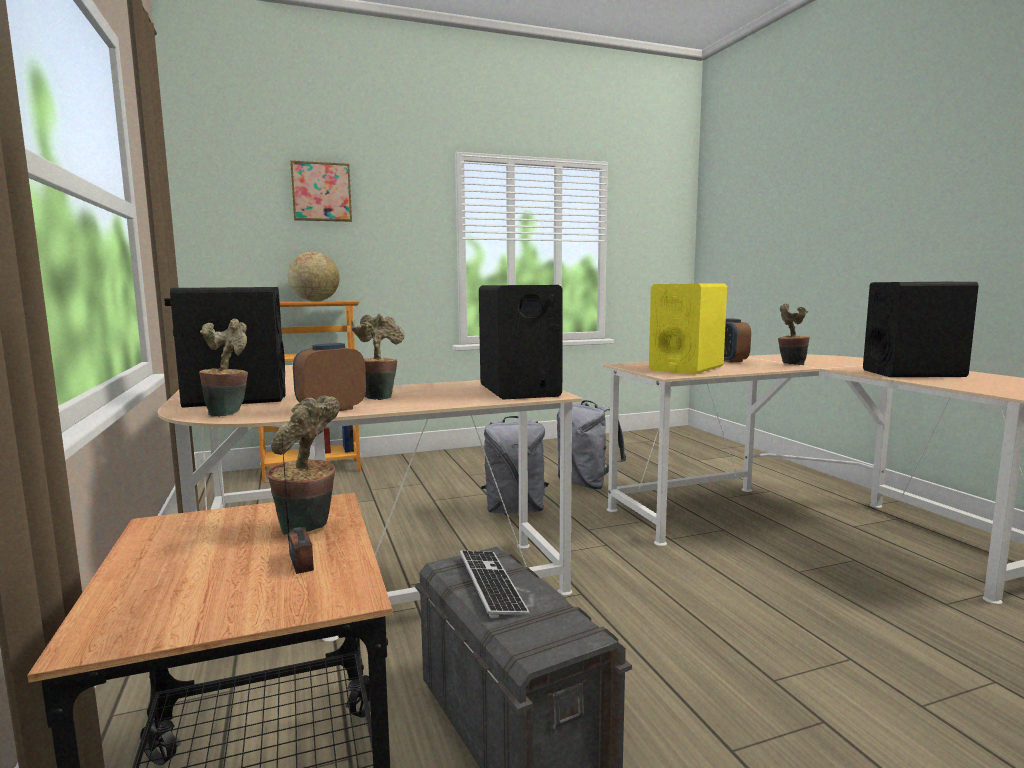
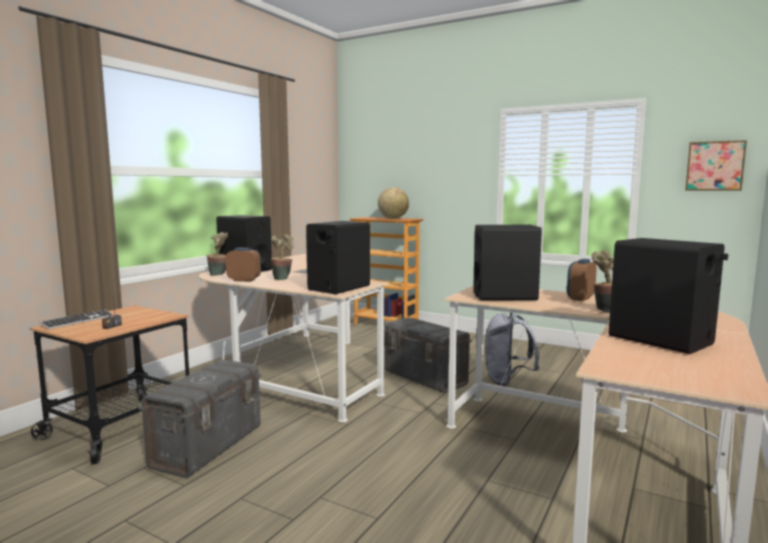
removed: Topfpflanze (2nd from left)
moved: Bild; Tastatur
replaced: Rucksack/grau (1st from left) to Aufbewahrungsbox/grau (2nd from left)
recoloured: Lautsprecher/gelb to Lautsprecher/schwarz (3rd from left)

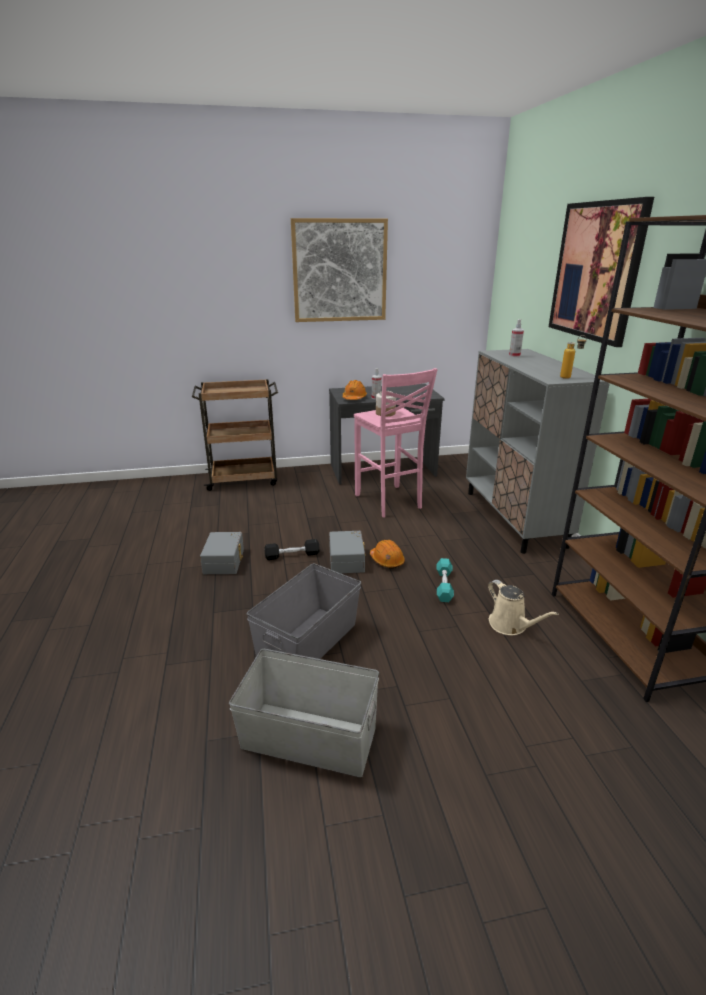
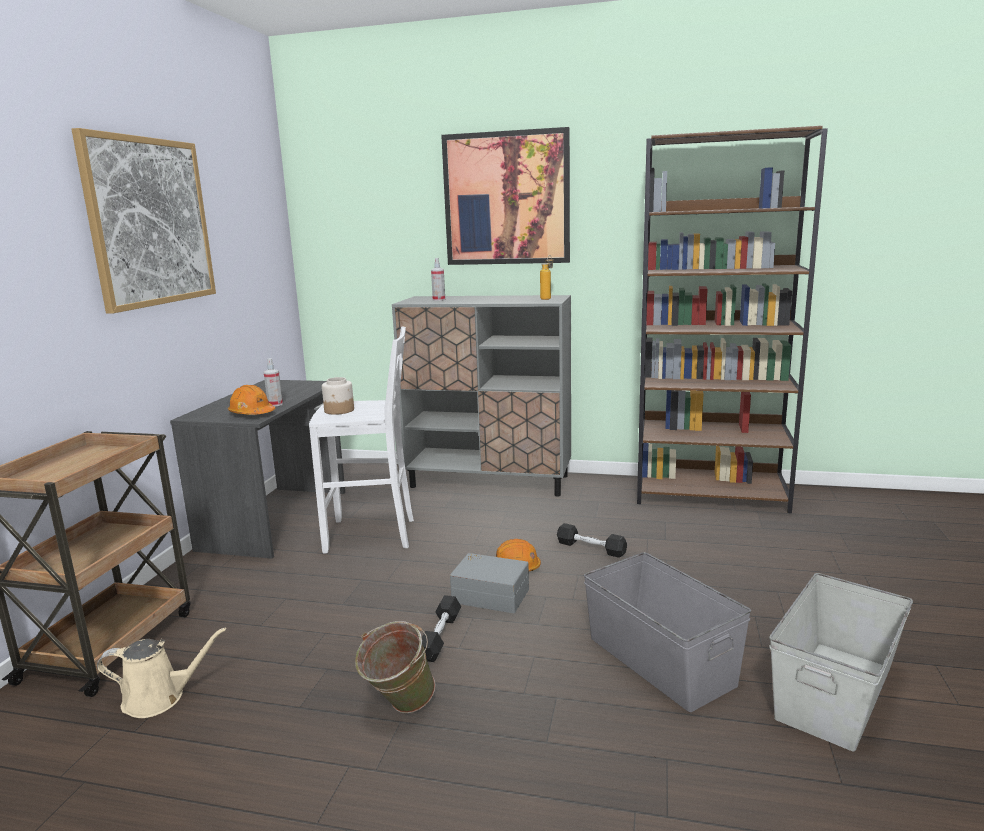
moved: Gießkanne/beige
replaced: Aufbewahrungsbox/grau (1st from left) to Eimer/grün
recoloured: Hocker/rosa to Hocker/weiß; Hantel/türkis to Hantel/schwarz (2nd from left)

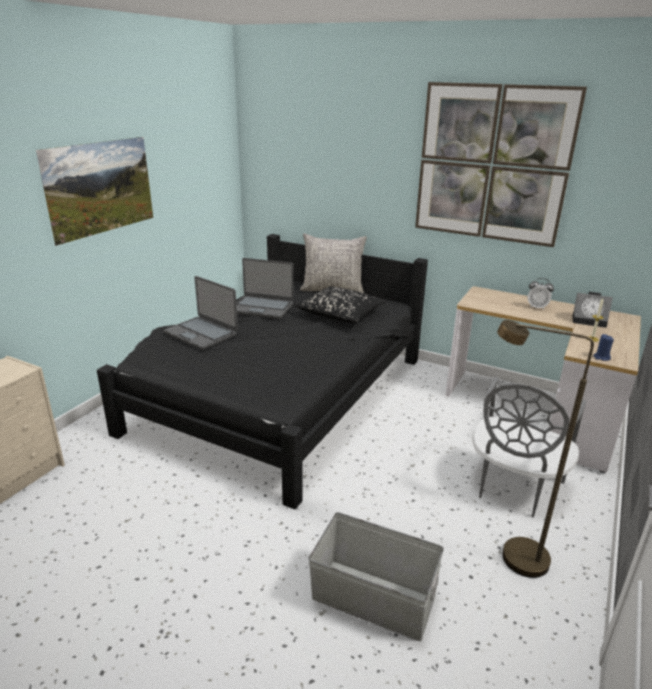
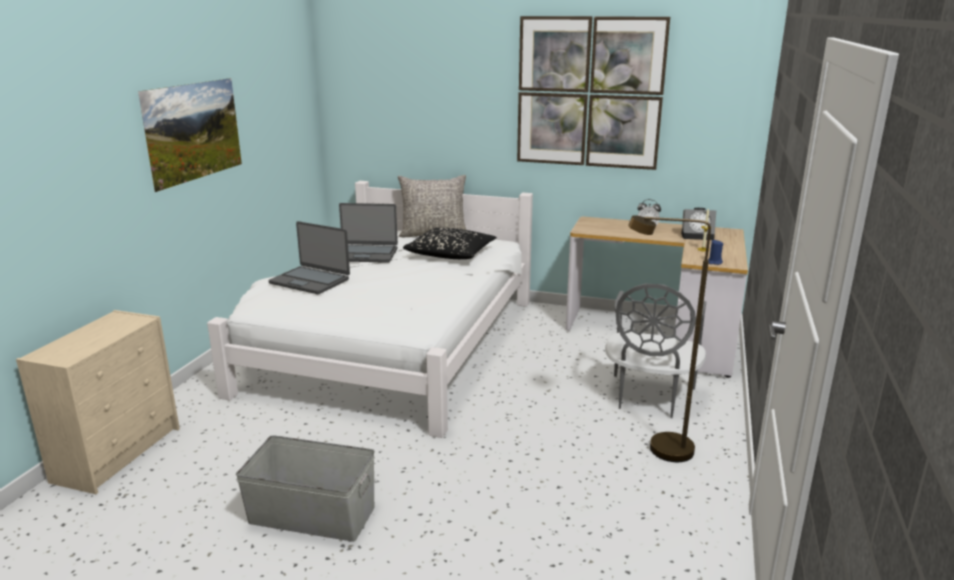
moved: Aufbewahrungsbox/grau
recoloured: Bett/schwarz to Bett/weiß

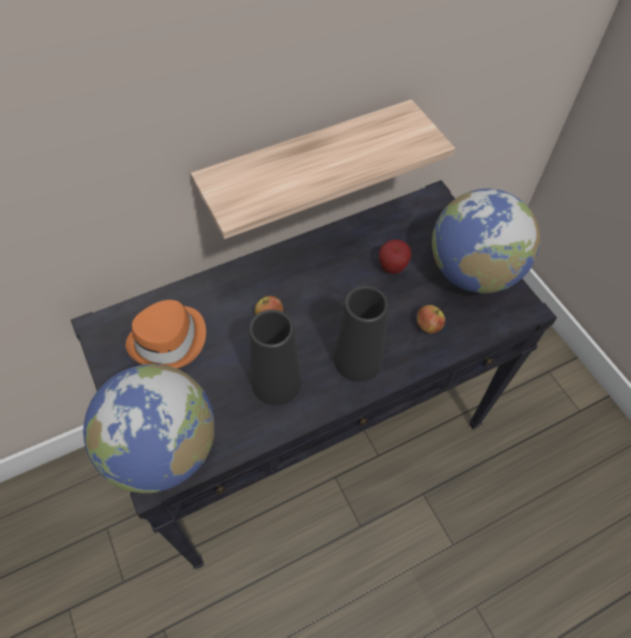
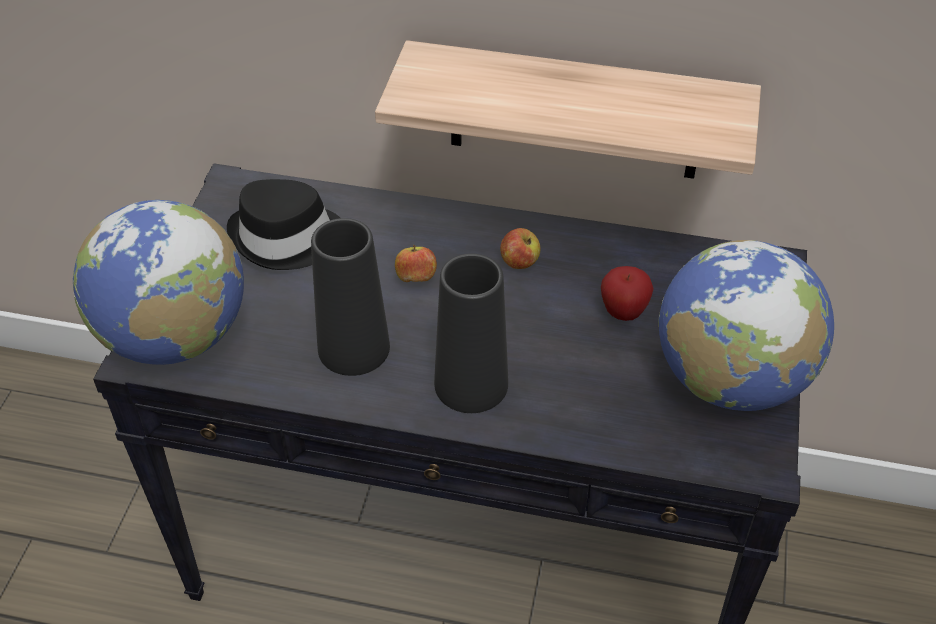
moved: Apfel (3rd from left in the first image) to Apfel (2nd from left)
recoloured: Hut/orange to Hut/schwarz

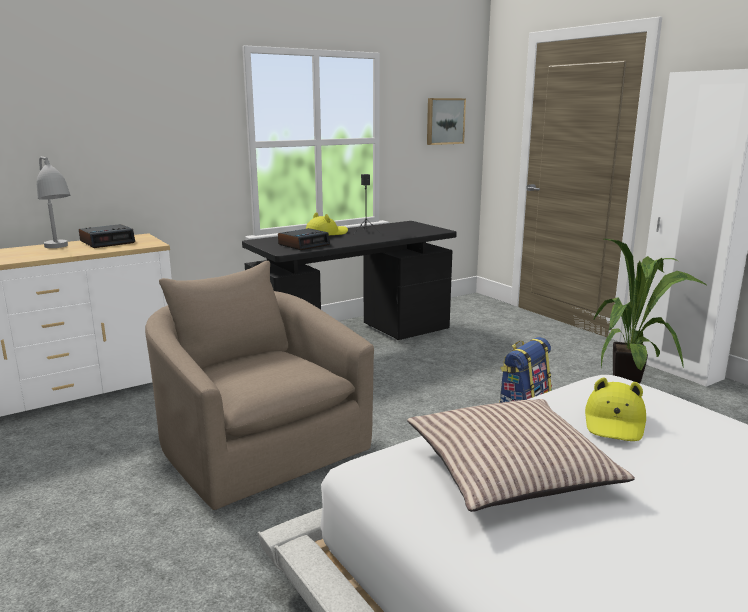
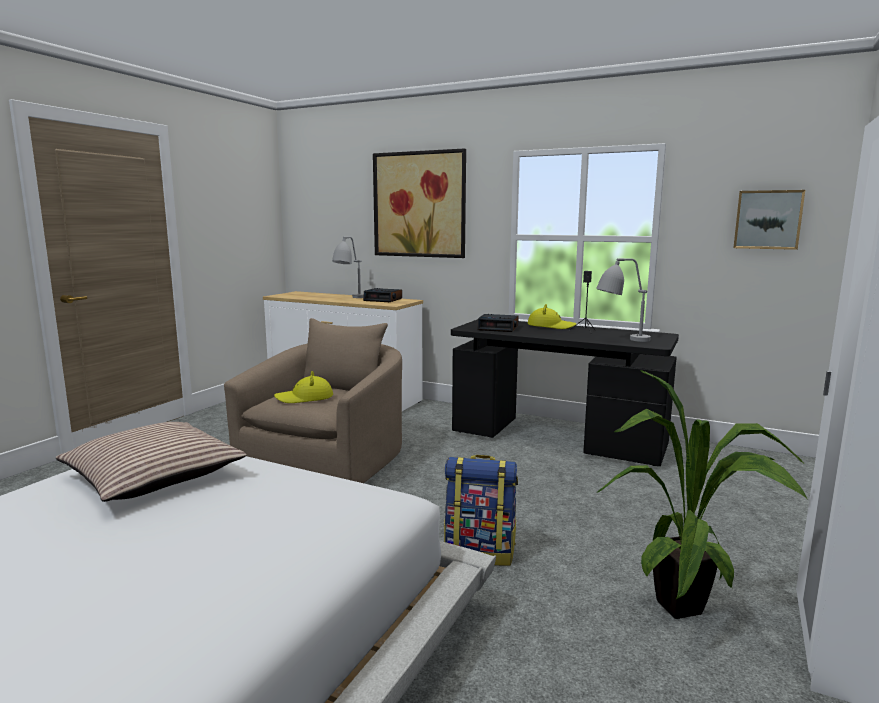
added: Bild (1st from left); Tischlampe/grau (2nd from left)
moved: Hut/gelb (2nd from left in the first image) to Hut/gelb (1st from left)

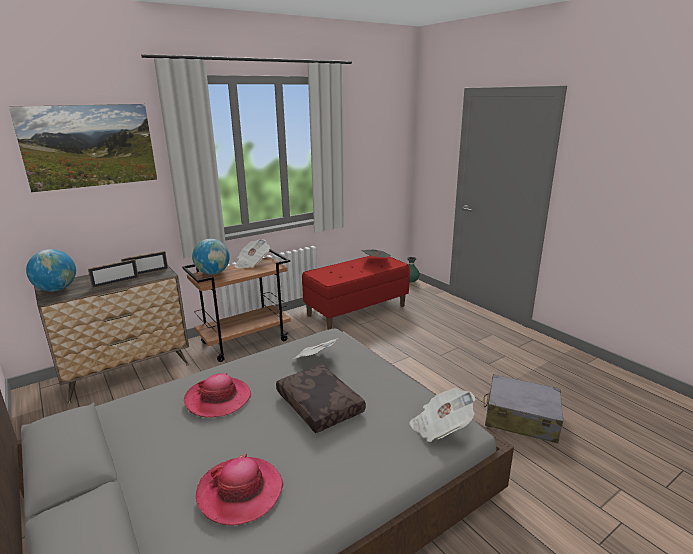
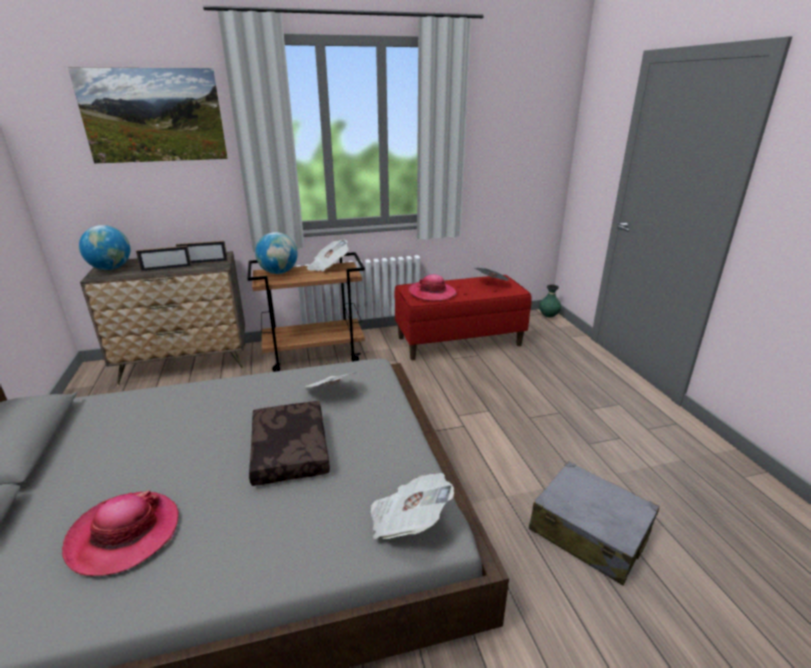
moved: Hut (1st from left in the first image) to Hut (2nd from left)

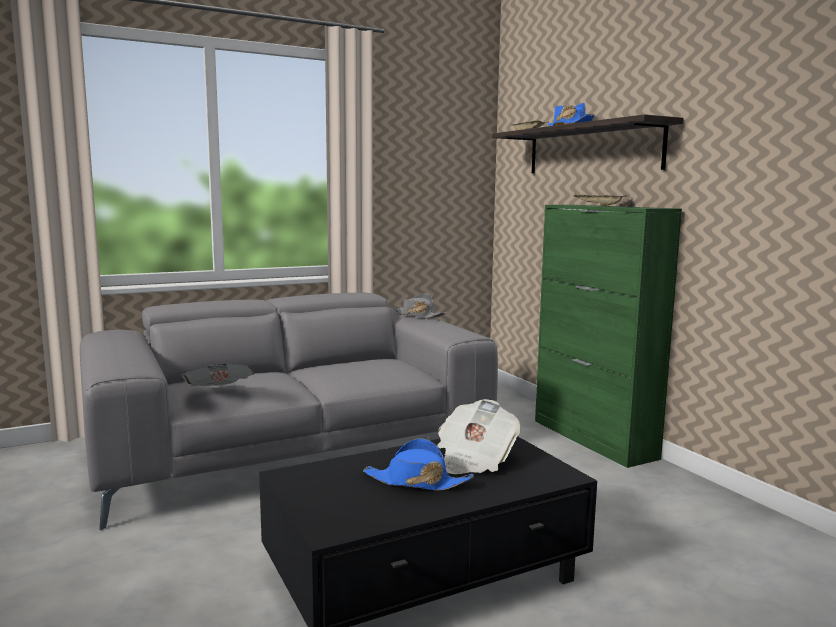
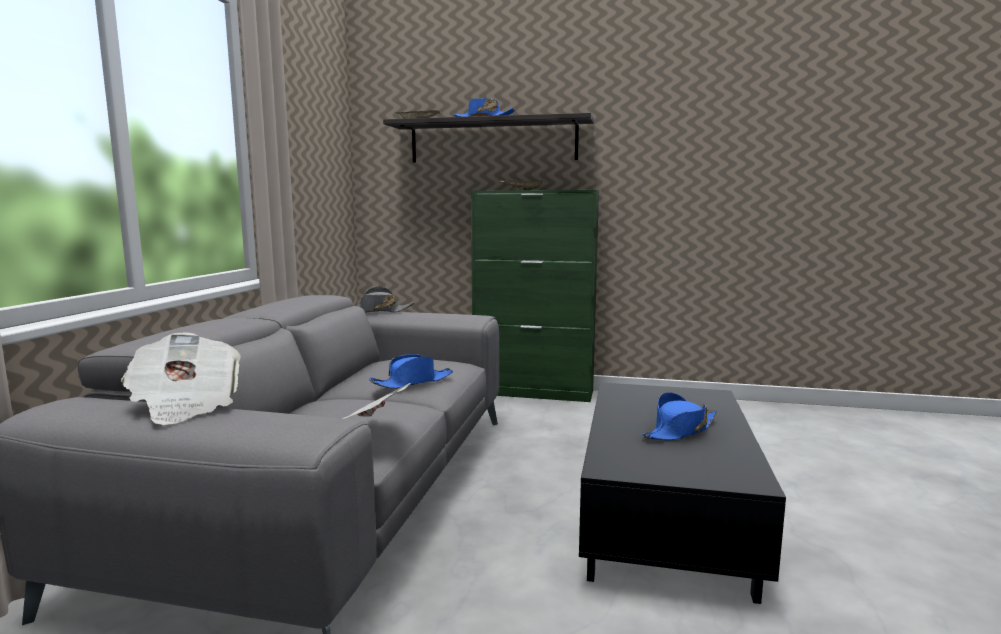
added: Hut/blau (1st from left)
moved: Zeitung (2nd from left in the first image) to Zeitung (1st from left)

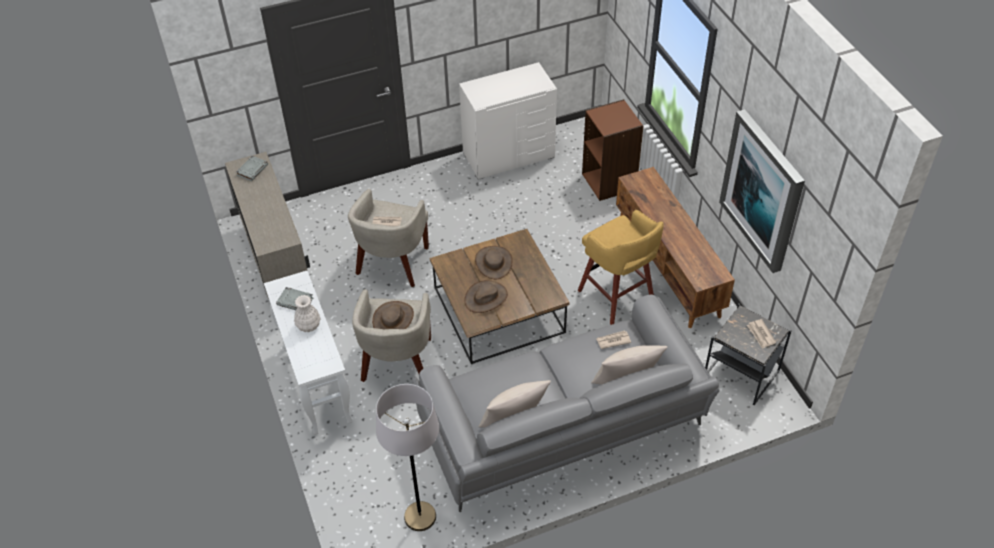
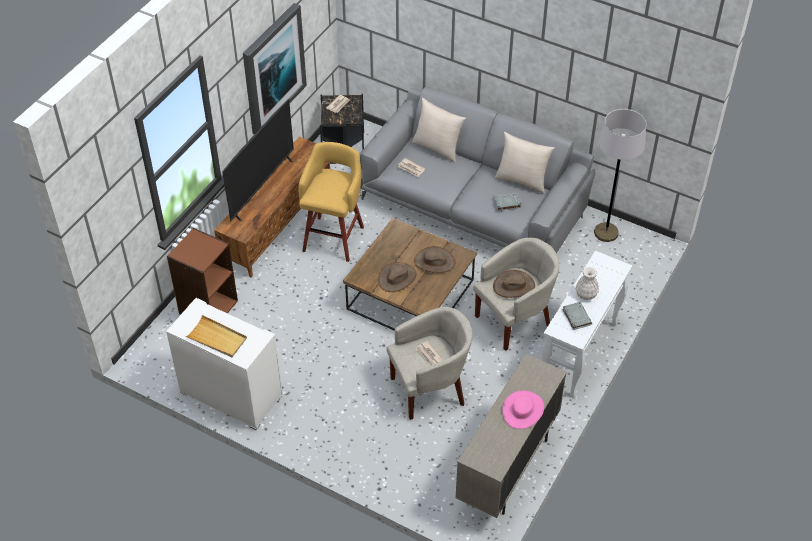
added: Fernseher; Tablett/beige; Hut/rosa
moved: Buch/grau (1st from left)

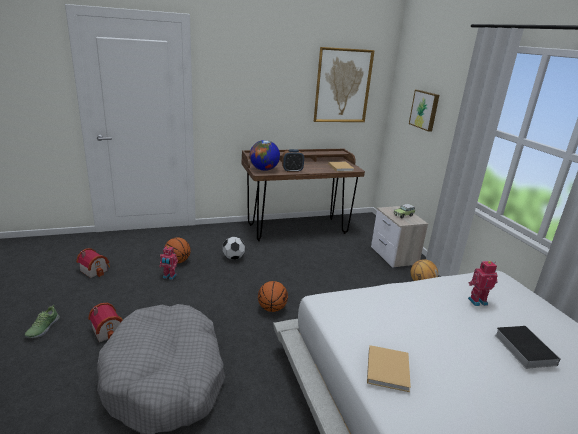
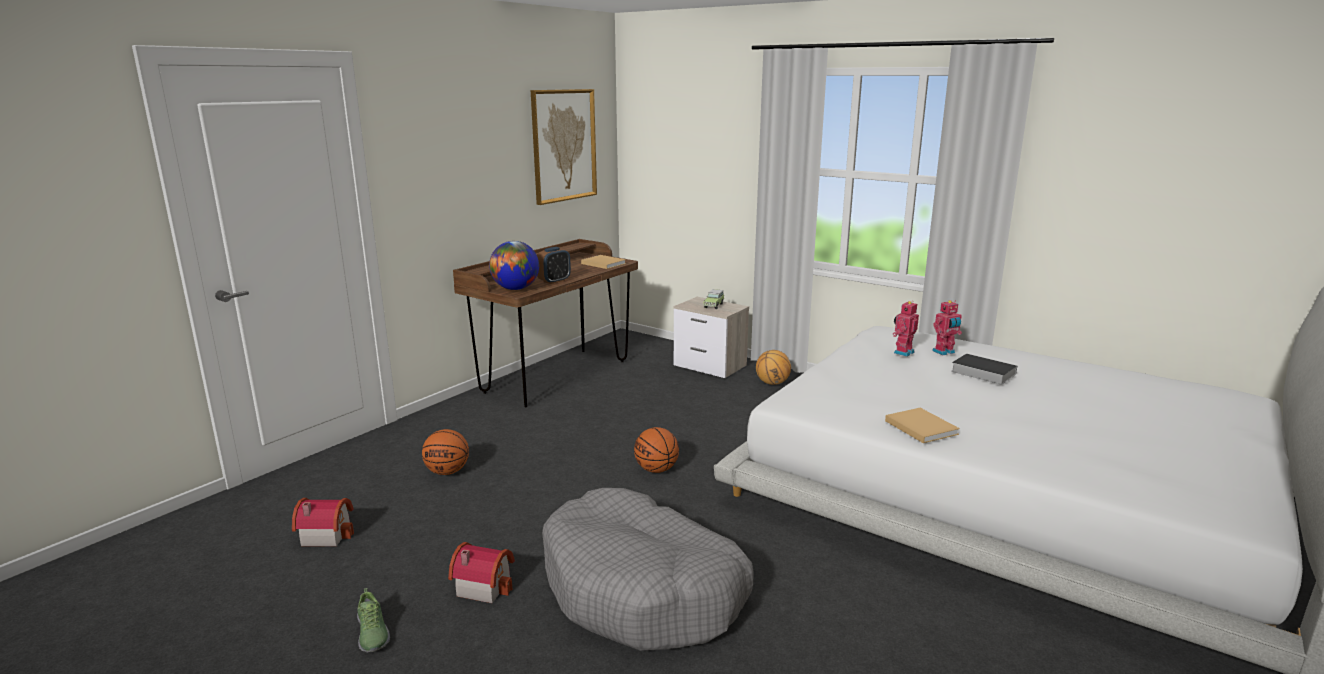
removed: Bild (2nd from left); Fußball
moved: Spielzeugroboter (1st from left in the first image) to Spielzeugroboter (2nd from left)

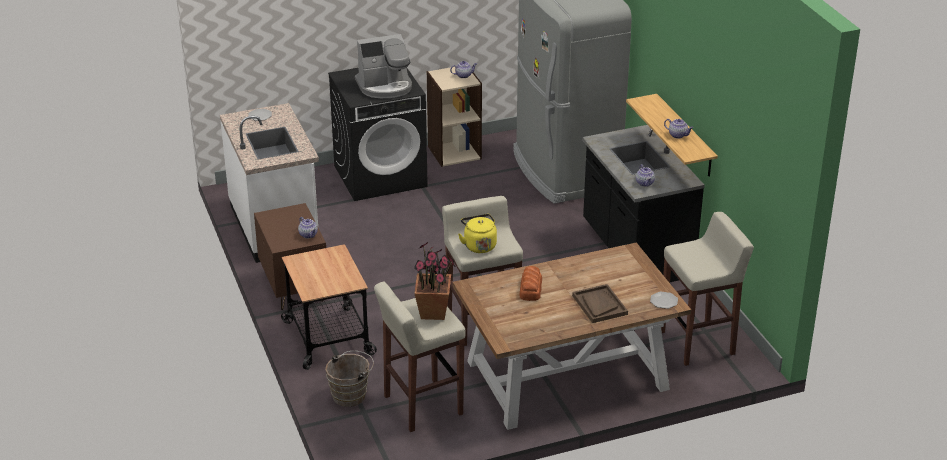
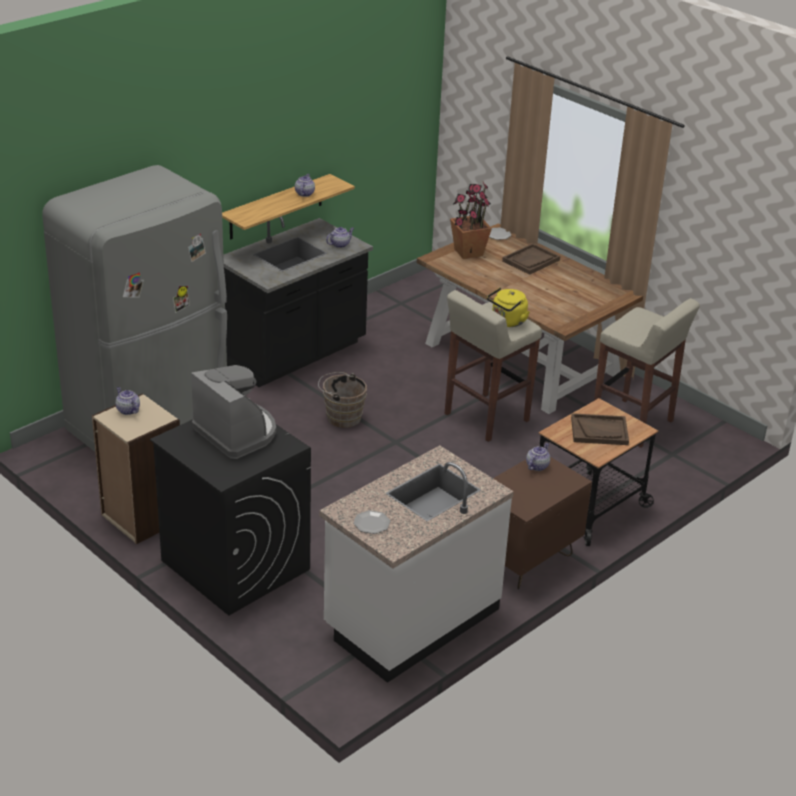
removed: Hocker/beige (3rd from left); Brot
added: Tablett/braun (2nd from left)
moved: Topfpflanze; Eimer/braun

